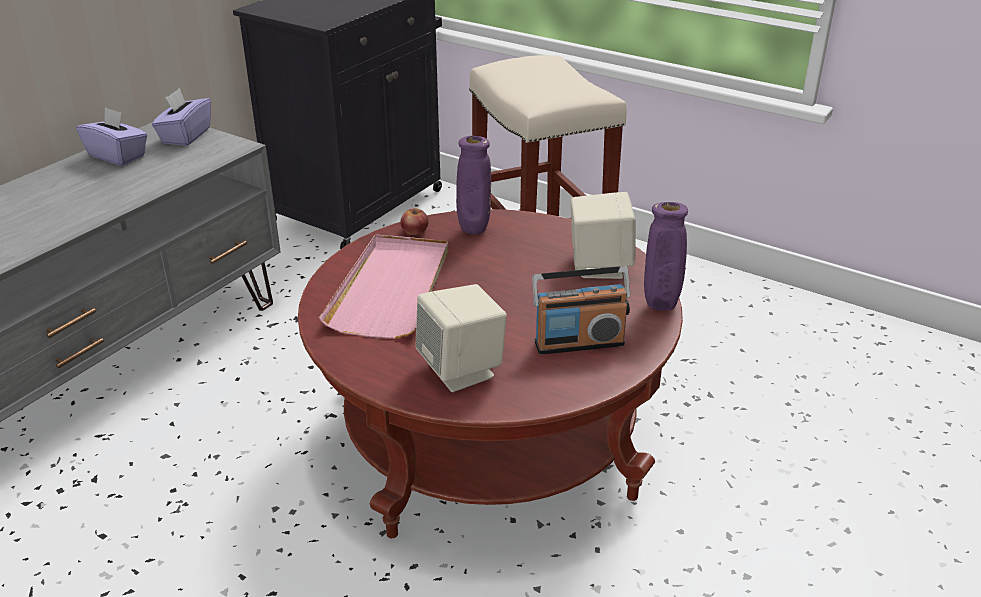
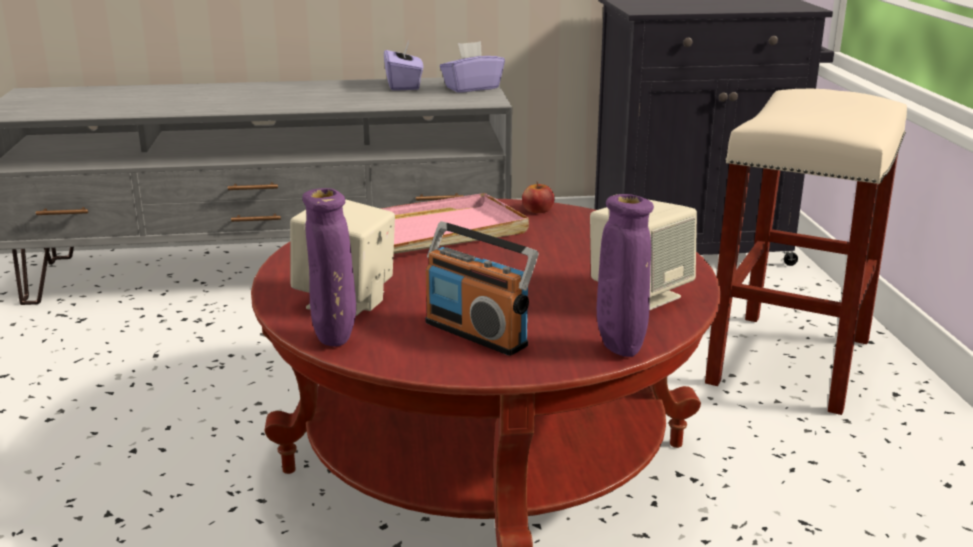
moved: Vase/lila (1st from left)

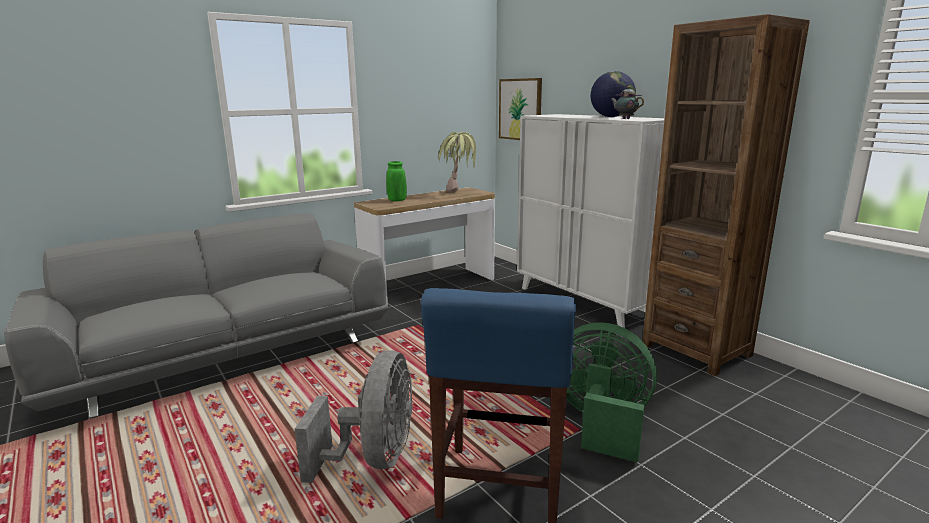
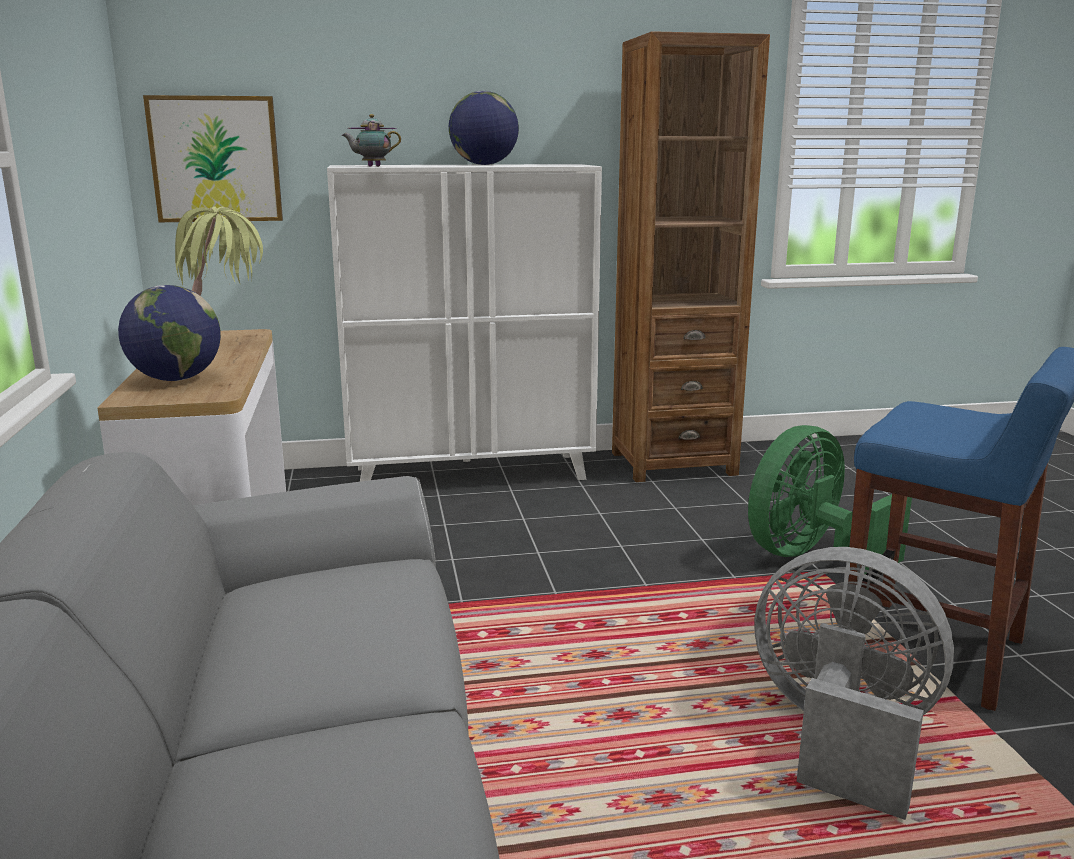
moved: Teekanne
replaced: Vase/grün to Globus (1st from left)

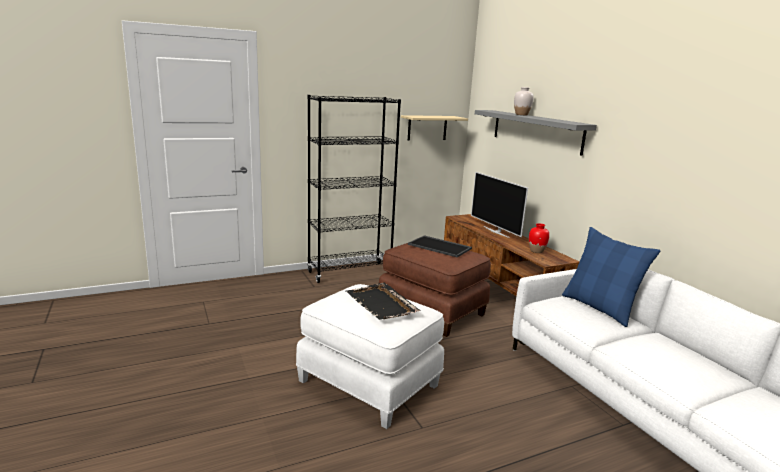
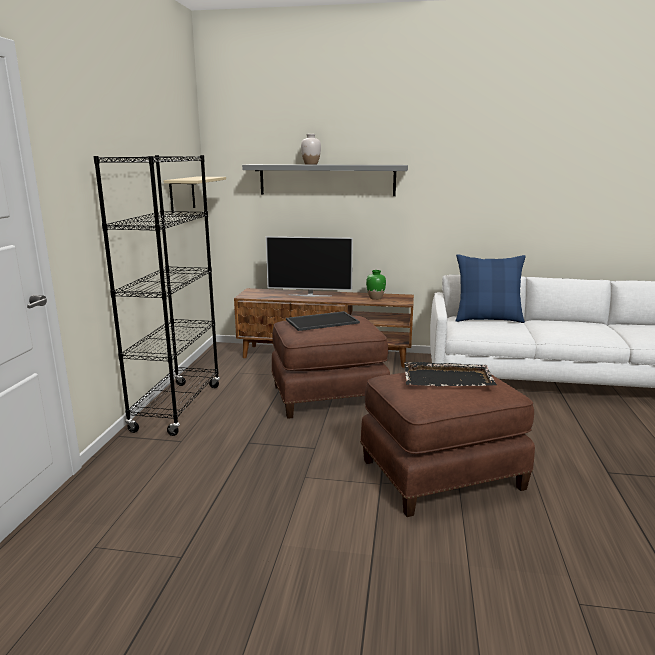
recoloured: Vase/rot to Vase/grün; Polsterhocker/weiß to Polsterhocker/braun (2nd from left)

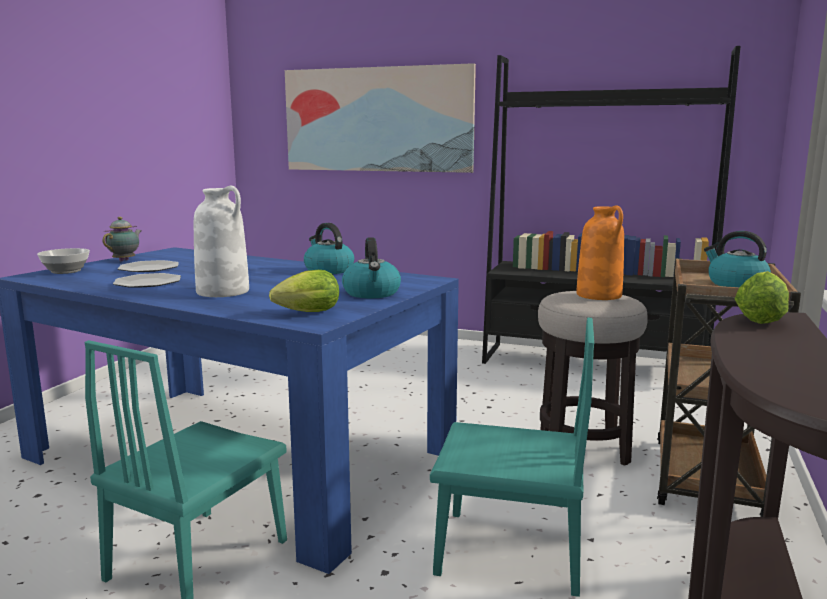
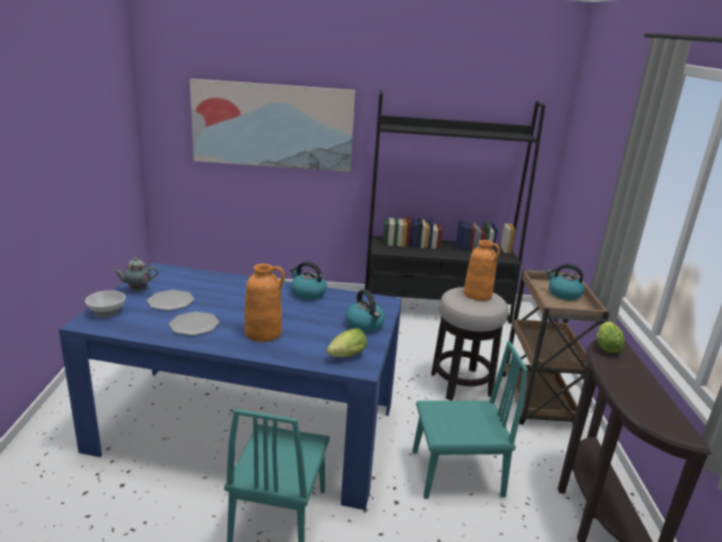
recoloured: Vase/weiß to Vase/orange (1st from left)
turned: Teekanne 105 degrees counterclockwise

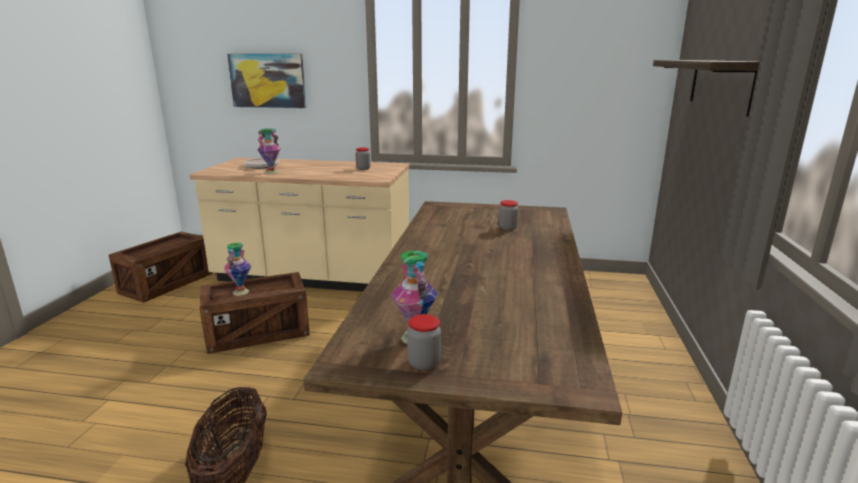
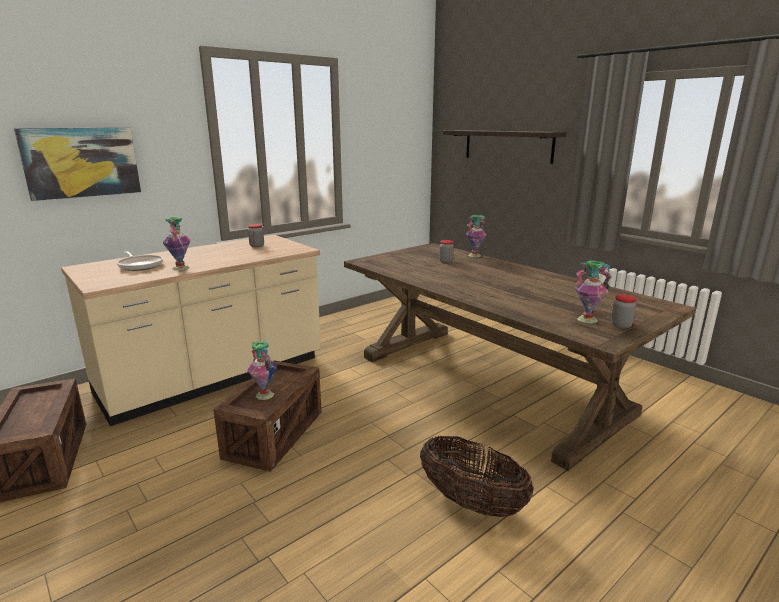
added: Vase (3rd from left)

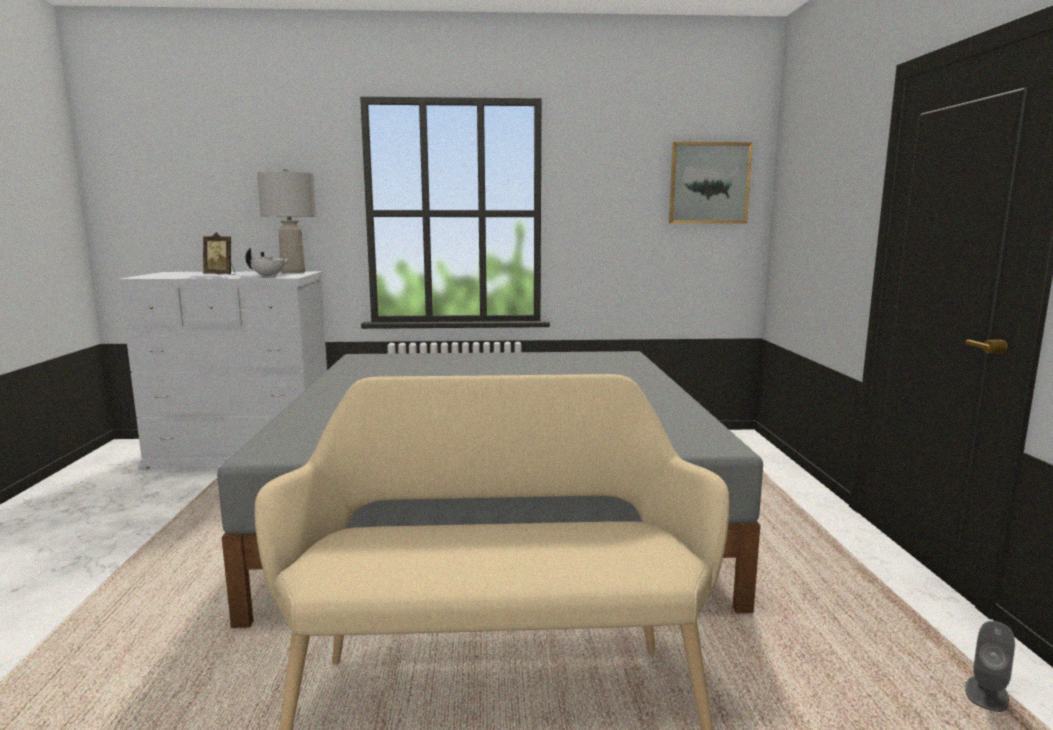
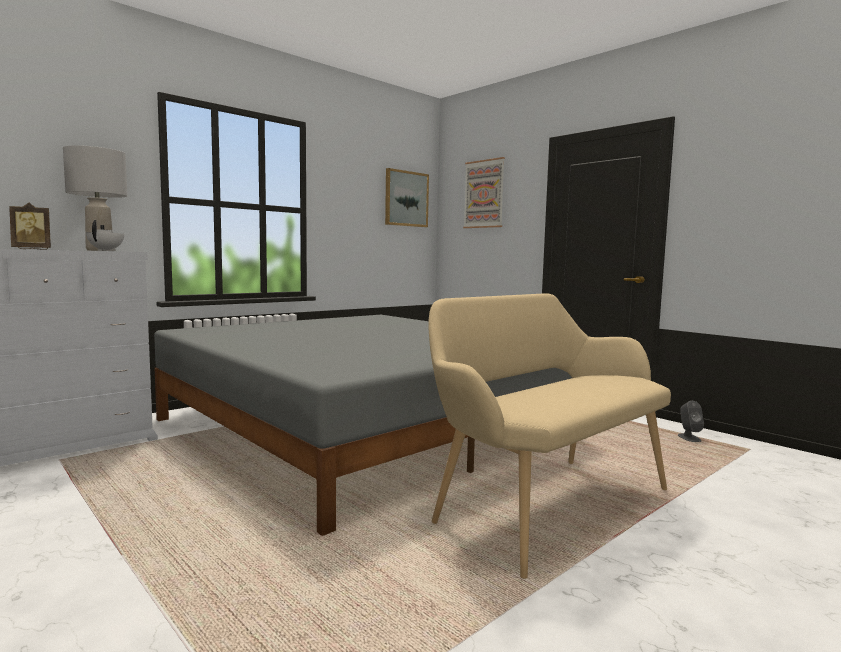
added: Bild (2nd from left)

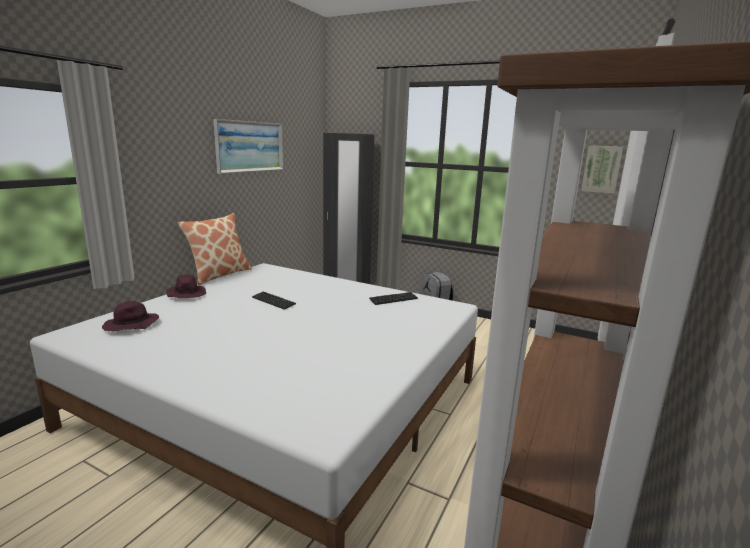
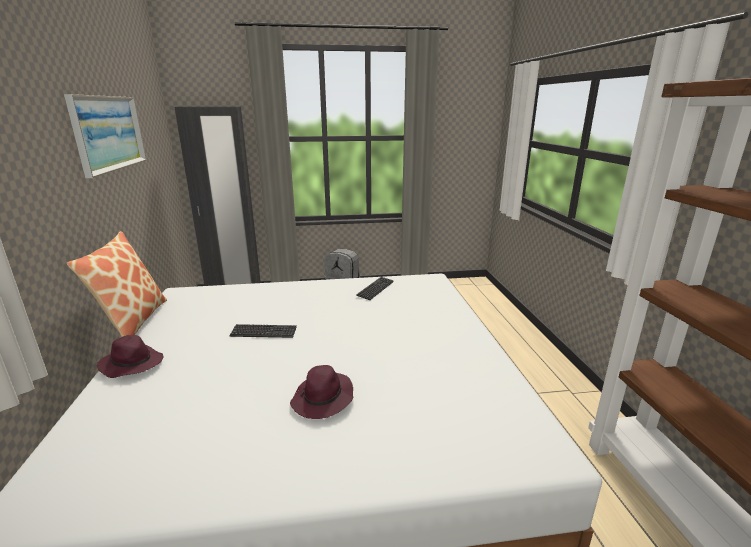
removed: Bild (2nd from left)
moved: Hut/lila (1st from left in the first image) to Hut/lila (2nd from left)

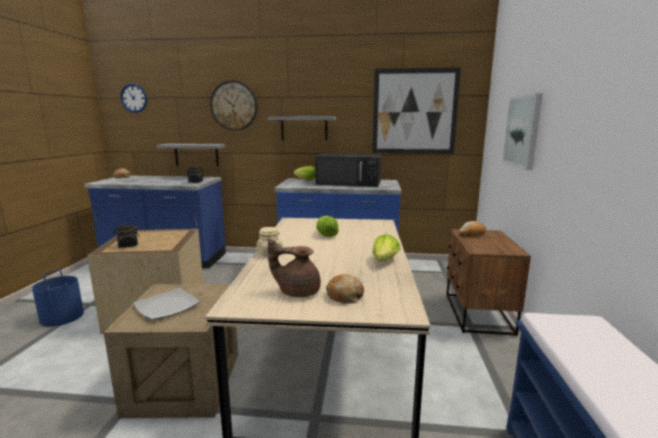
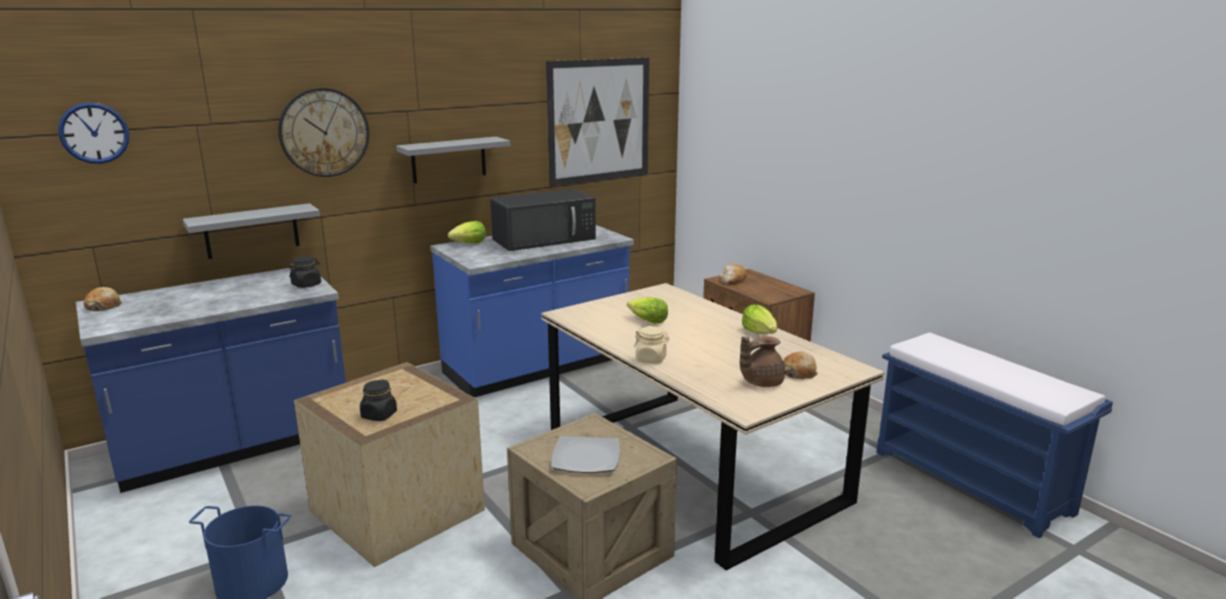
removed: Bild (2nd from left)

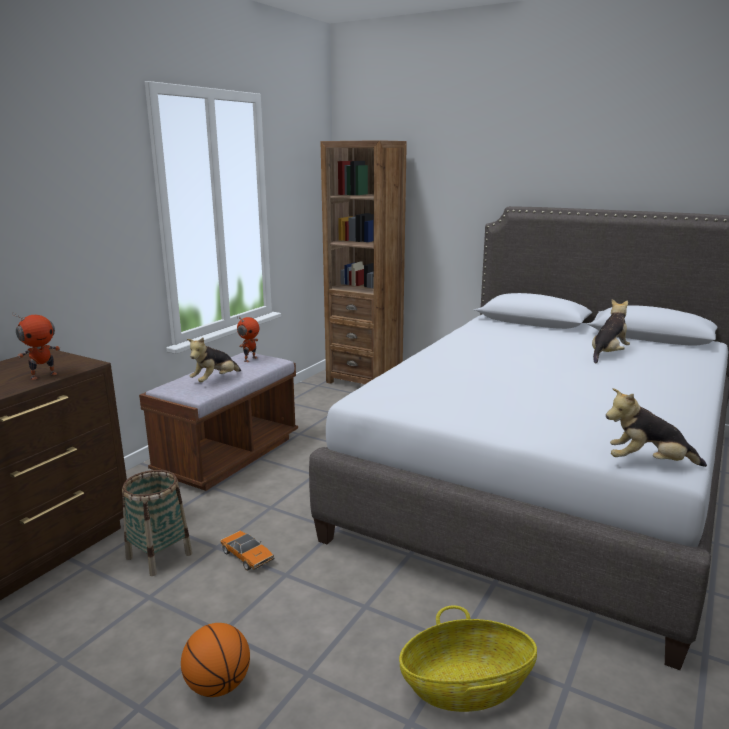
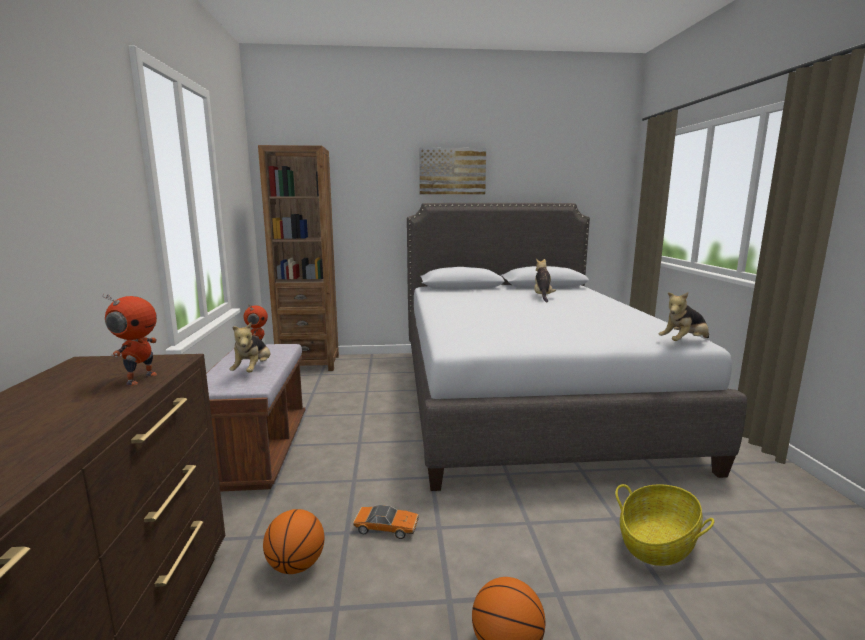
added: Bild
replaced: Korb (1st from left) to Basketball (1st from left)

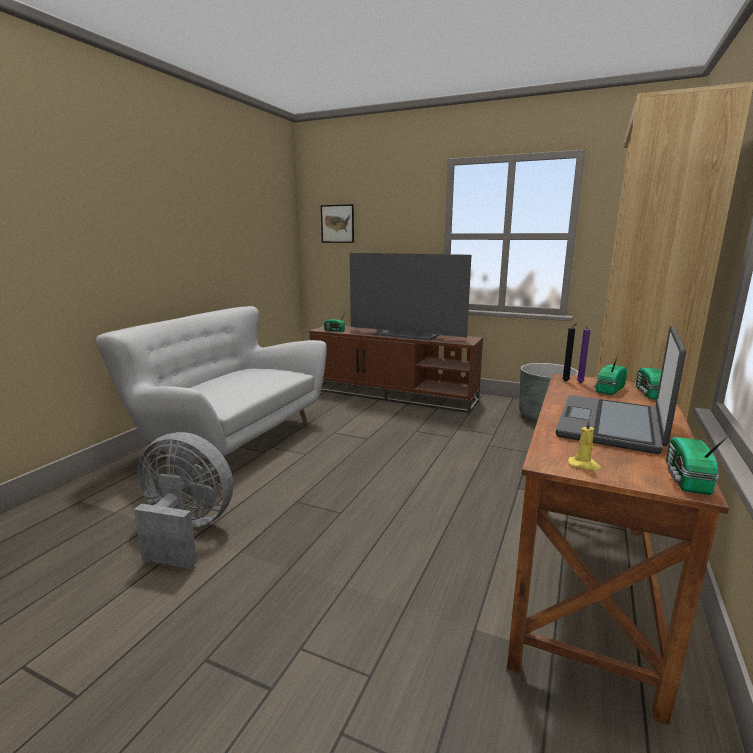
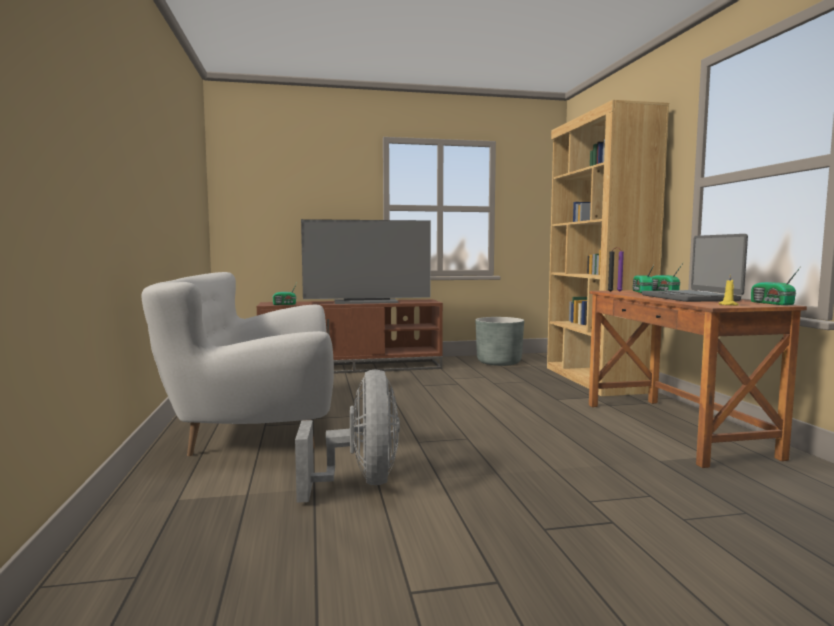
removed: Bild
turned: Ventilator/grau 105 degrees clockwise

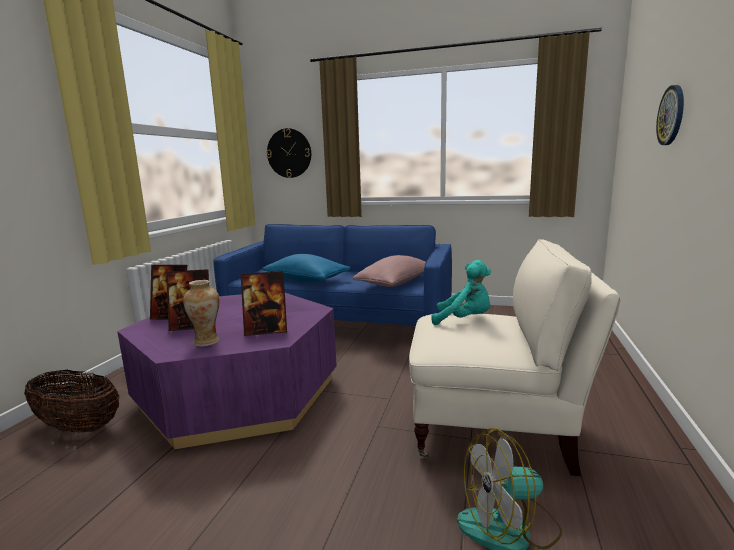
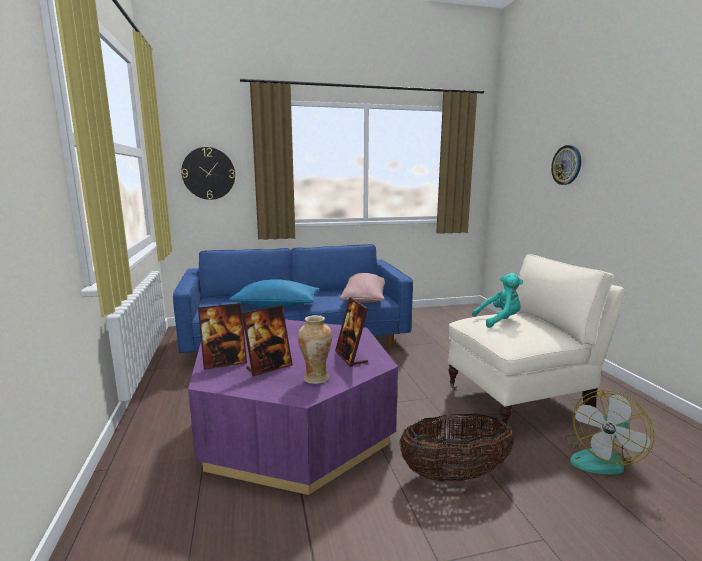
moved: Korb
turned: Bilderrahmen (3rd from left) 105 degrees clockwise

